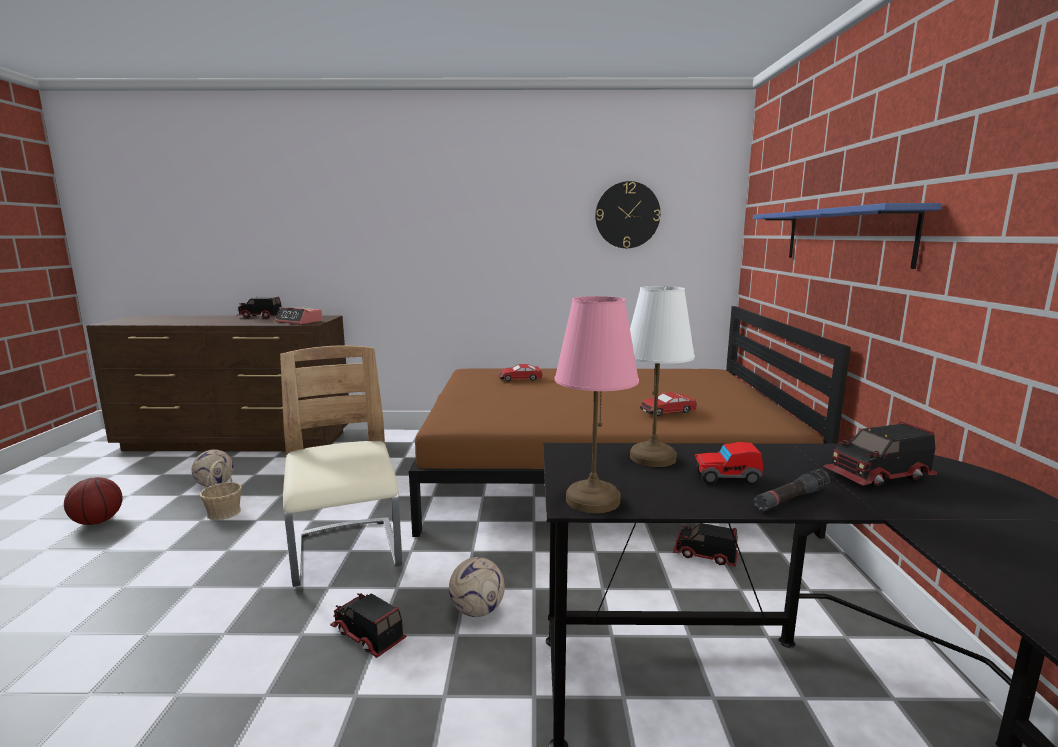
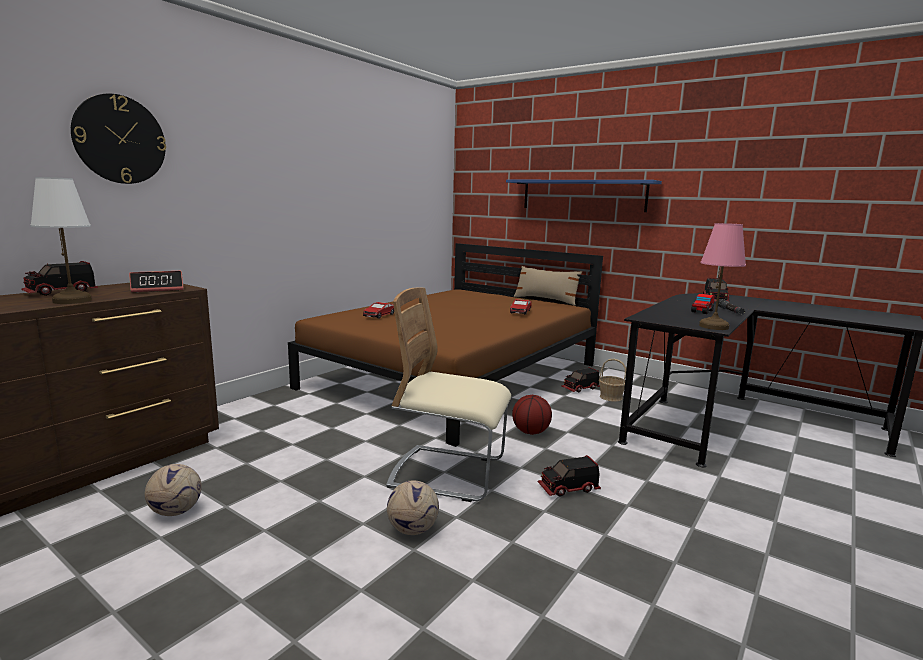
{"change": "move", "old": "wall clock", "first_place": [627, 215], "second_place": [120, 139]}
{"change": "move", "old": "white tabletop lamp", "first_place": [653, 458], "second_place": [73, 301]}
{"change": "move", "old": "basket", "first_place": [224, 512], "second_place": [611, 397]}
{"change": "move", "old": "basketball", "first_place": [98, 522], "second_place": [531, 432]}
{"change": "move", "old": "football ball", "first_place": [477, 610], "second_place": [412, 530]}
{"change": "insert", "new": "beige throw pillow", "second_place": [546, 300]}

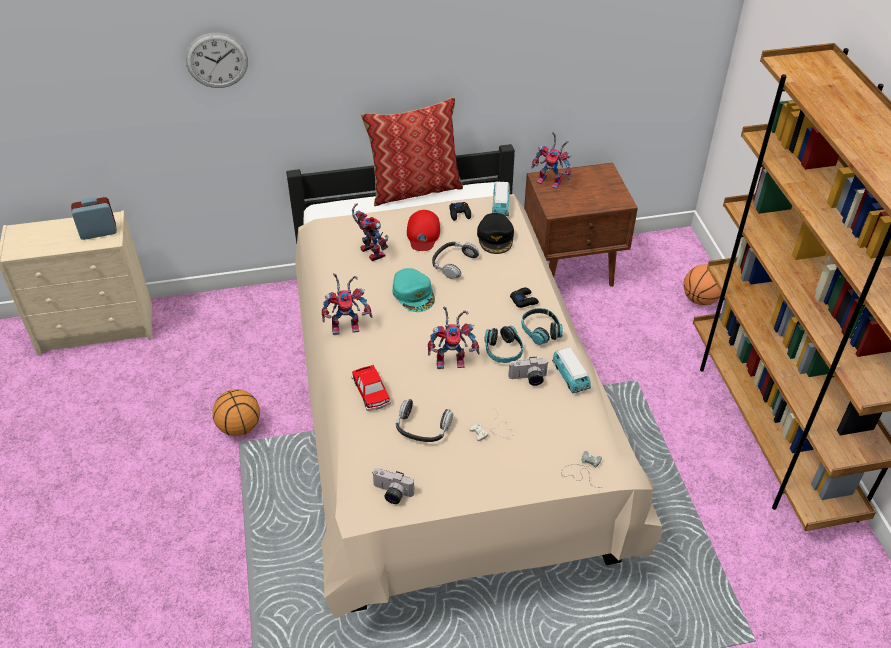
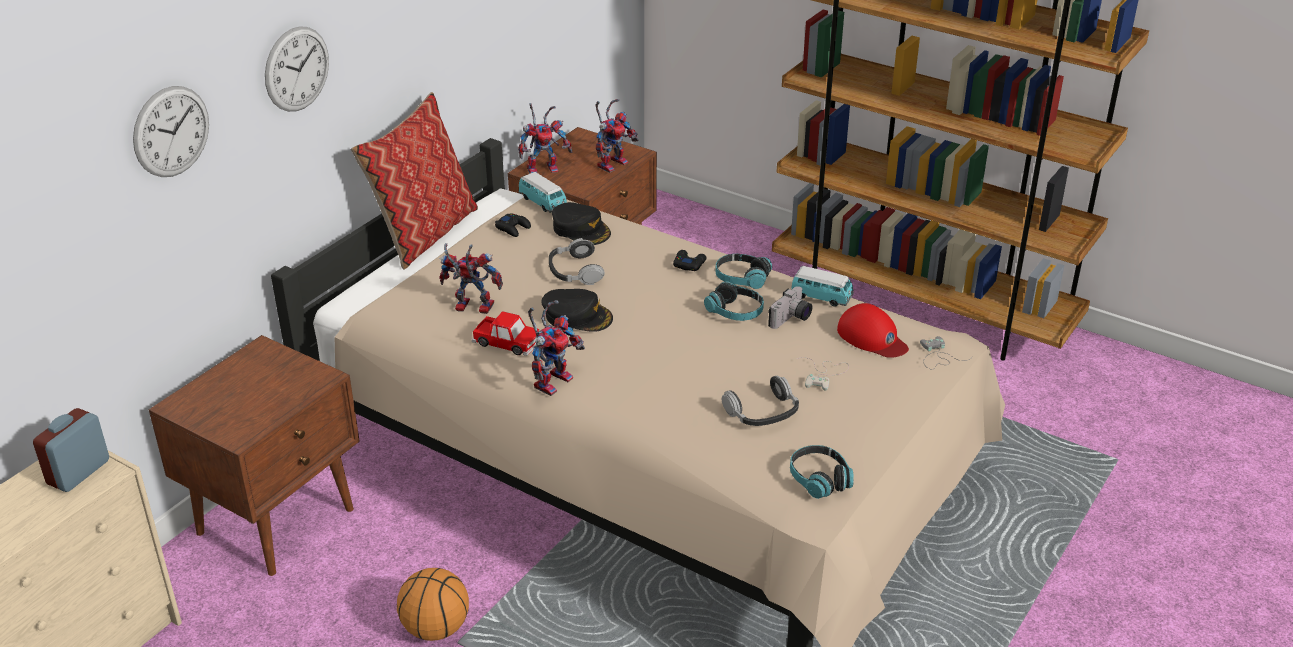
{"change": "move", "old": "red cap", "first_place": [423, 234], "second_place": [872, 338]}
{"change": "delete", "old": "basketball", "first_place": [700, 299]}
{"change": "recolor", "old": "turquoise cap", "new": "black-coloured cap", "first_place": [414, 294], "second_place": [577, 316]}
{"change": "move", "old": "robot figure", "first_place": [453, 360], "second_place": [612, 163]}
{"change": "move", "old": "toy car", "first_place": [371, 392], "second_place": [507, 342]}
{"change": "replace", "old": "photo camera", "new": "headset", "first_place": [391, 493], "second_place": [819, 479]}
{"change": "insert", "new": "wall clock", "second_place": [297, 69]}
{"change": "insert", "new": "brownish nightstand", "second_place": [278, 520]}

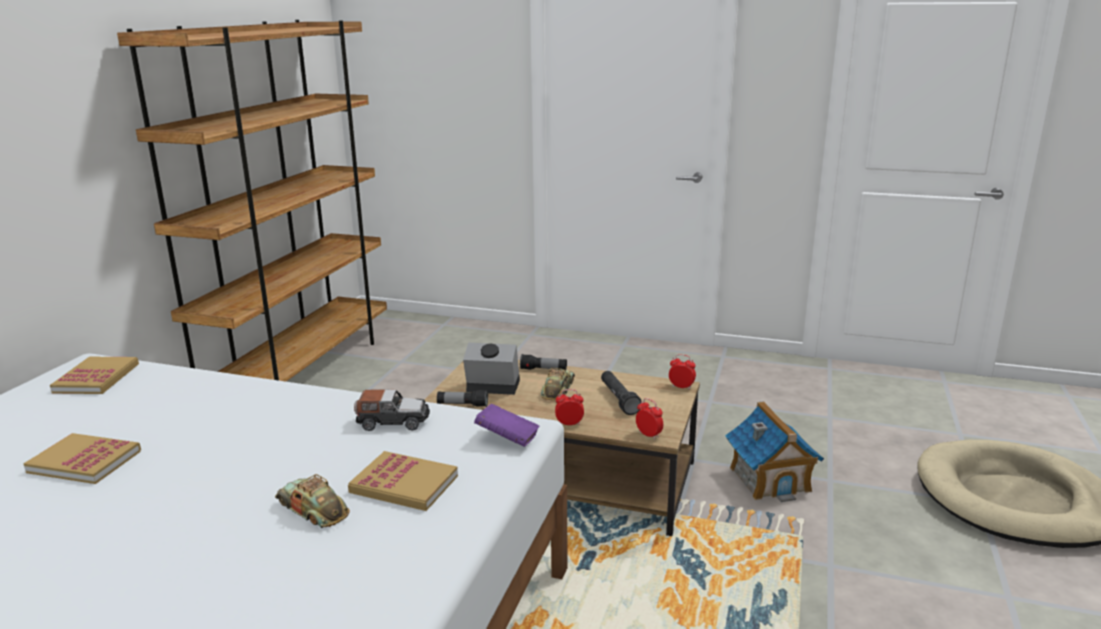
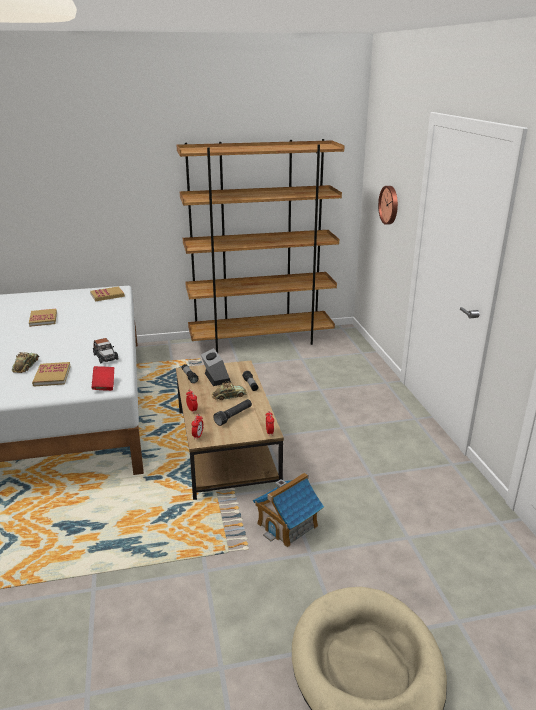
{"change": "recolor", "old": "purple-coloured volume", "new": "red volume", "first_place": [507, 439], "second_place": [104, 385]}
{"change": "insert", "new": "wall clock", "second_place": [389, 205]}

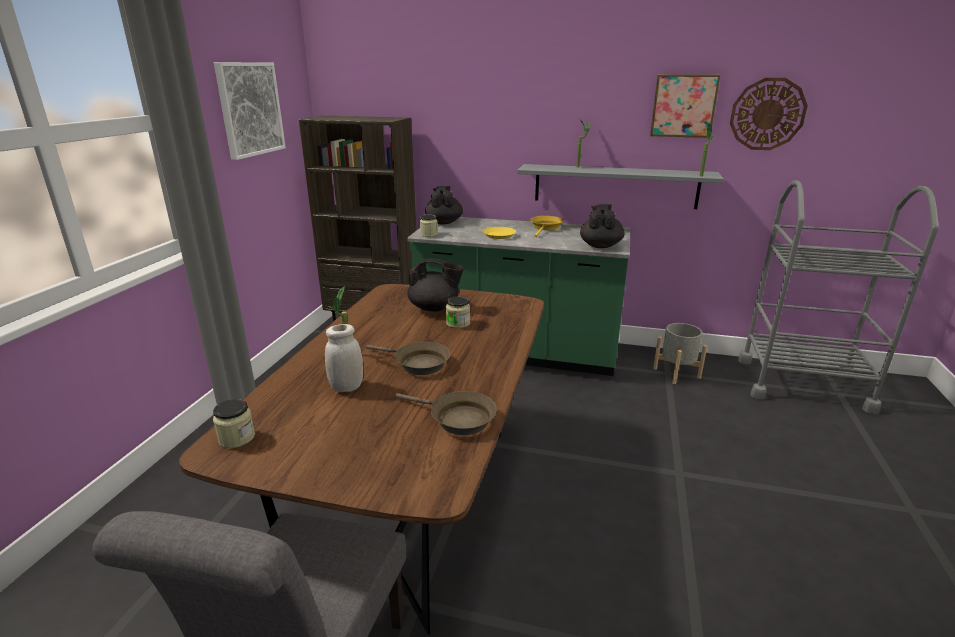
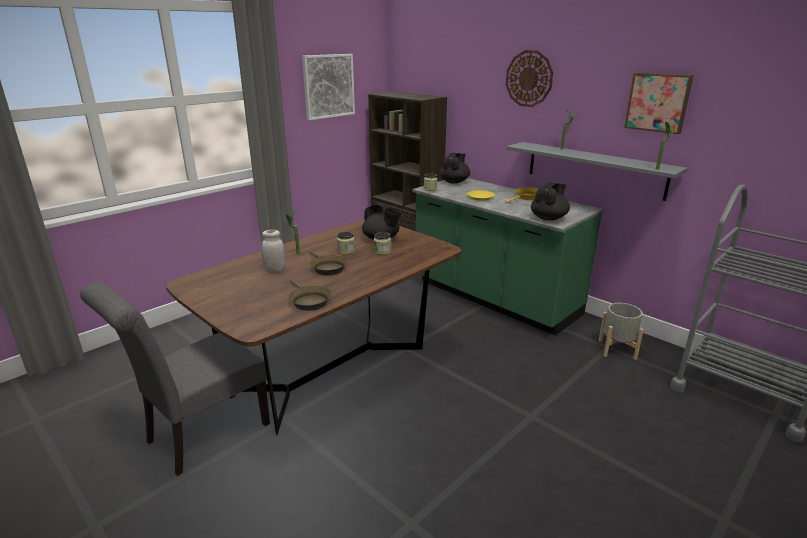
{"change": "move", "old": "wall clock", "first_place": [767, 114], "second_place": [529, 78]}
{"change": "move", "old": "preserve jar", "first_place": [237, 438], "second_place": [346, 251]}

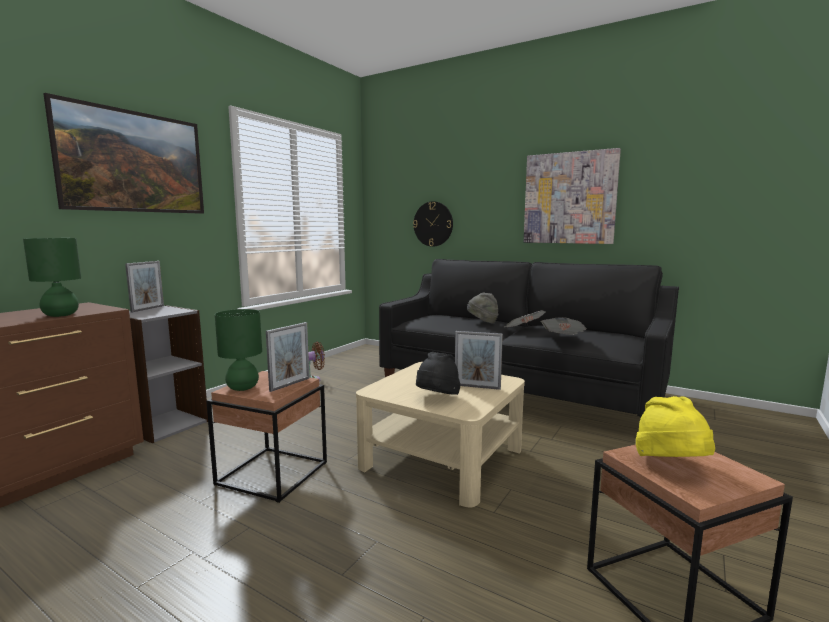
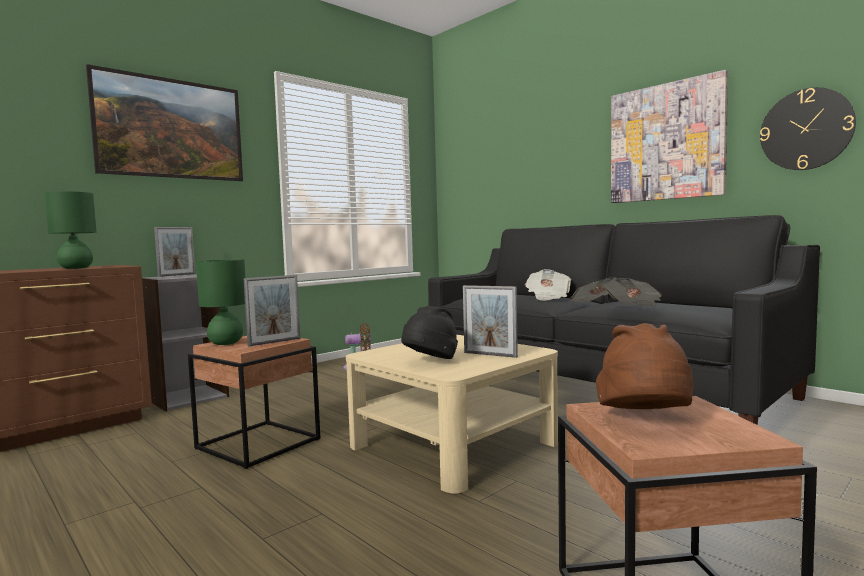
{"change": "move", "old": "wall clock", "first_place": [433, 224], "second_place": [806, 129]}
{"change": "replace", "old": "grey wearable hat", "new": "daily paper", "first_place": [482, 322], "second_place": [547, 298]}
{"change": "recolor", "old": "yellow wearable hat", "new": "brownish wearable hat", "first_place": [671, 465], "second_place": [645, 420]}

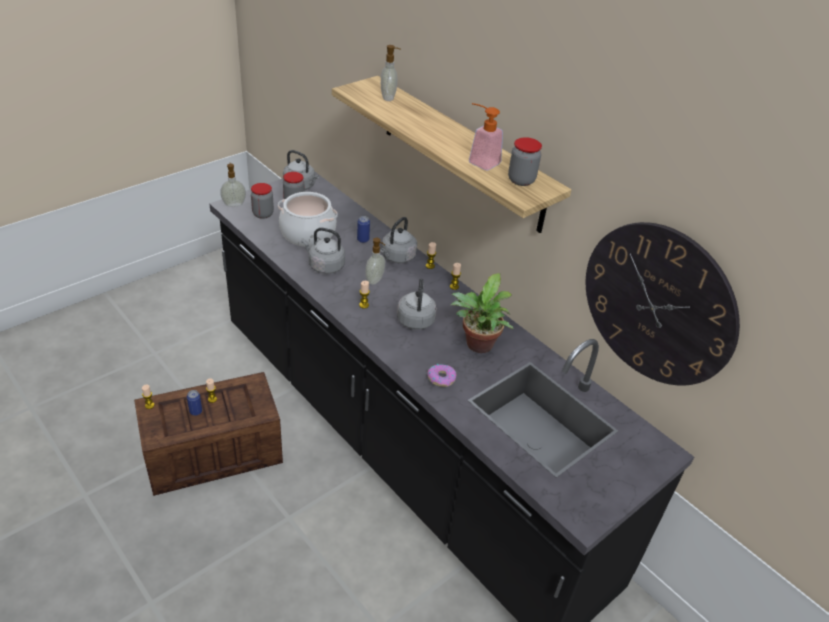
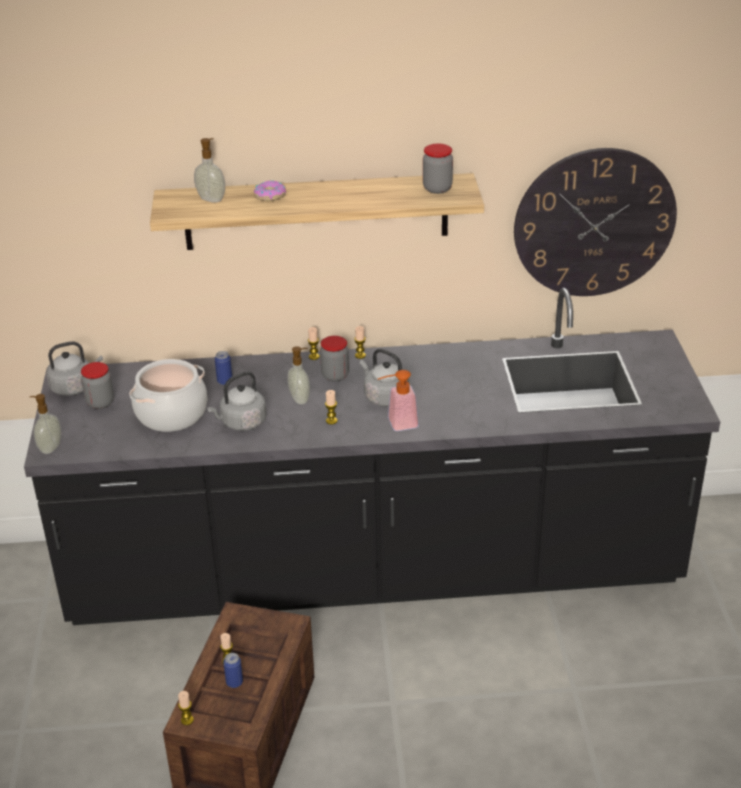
{"change": "move", "old": "liquid soap bottle", "first_place": [480, 161], "second_place": [397, 424]}
{"change": "move", "old": "preserve jar", "first_place": [263, 214], "second_place": [335, 375]}
{"change": "delete", "old": "grey tea kettle", "first_place": [397, 257]}
{"change": "delete", "old": "houseplant", "first_place": [477, 346]}
{"change": "move", "old": "doughnut", "first_place": [441, 378], "second_place": [270, 195]}

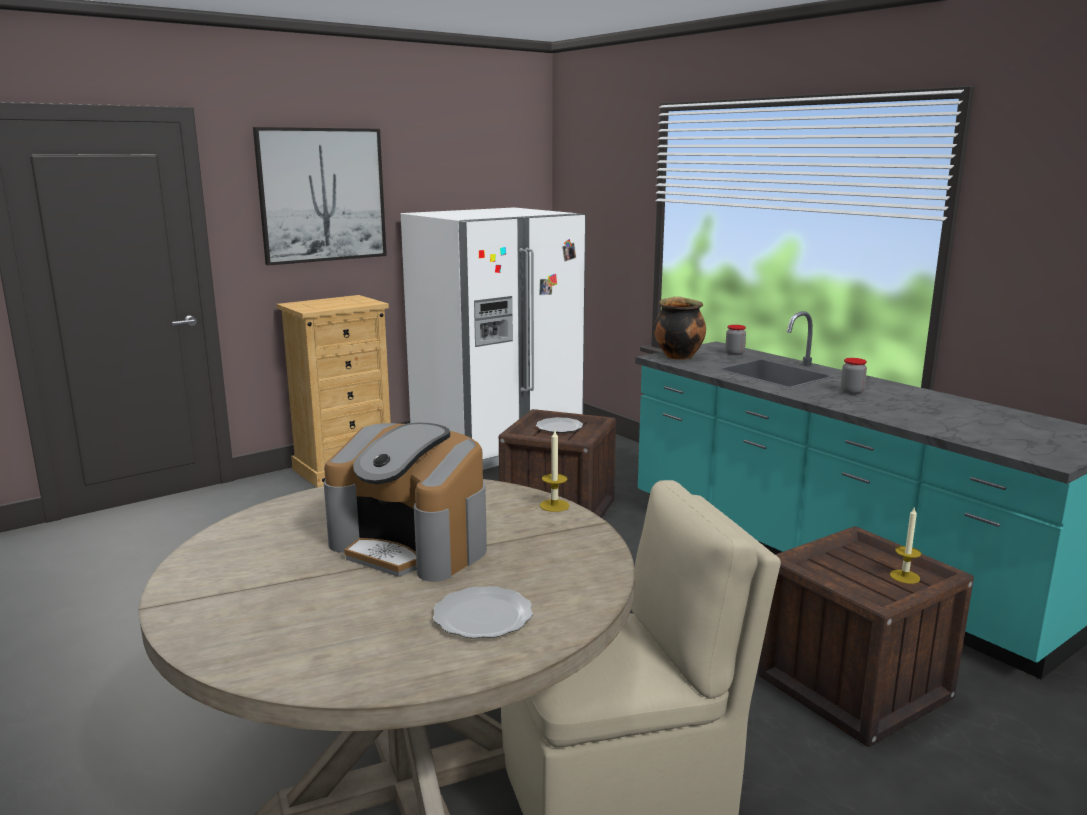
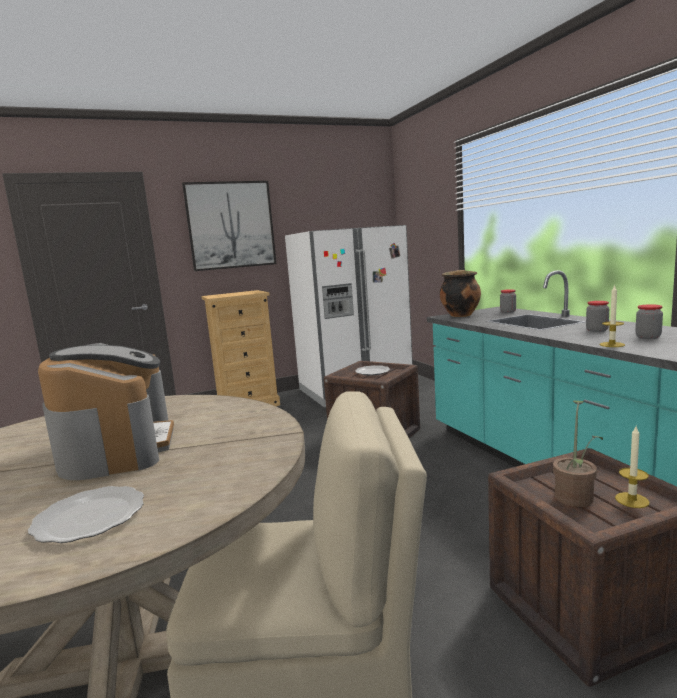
{"change": "rotate", "old": "coffee machine", "first_place": [412, 546], "second_place": [118, 447], "degrees": -150}
{"change": "move", "old": "wax light", "first_place": [554, 505], "second_place": [612, 344]}
{"change": "insert", "new": "preserve jar", "second_place": [648, 337]}
{"change": "insert", "new": "houseplant", "second_place": [575, 495]}

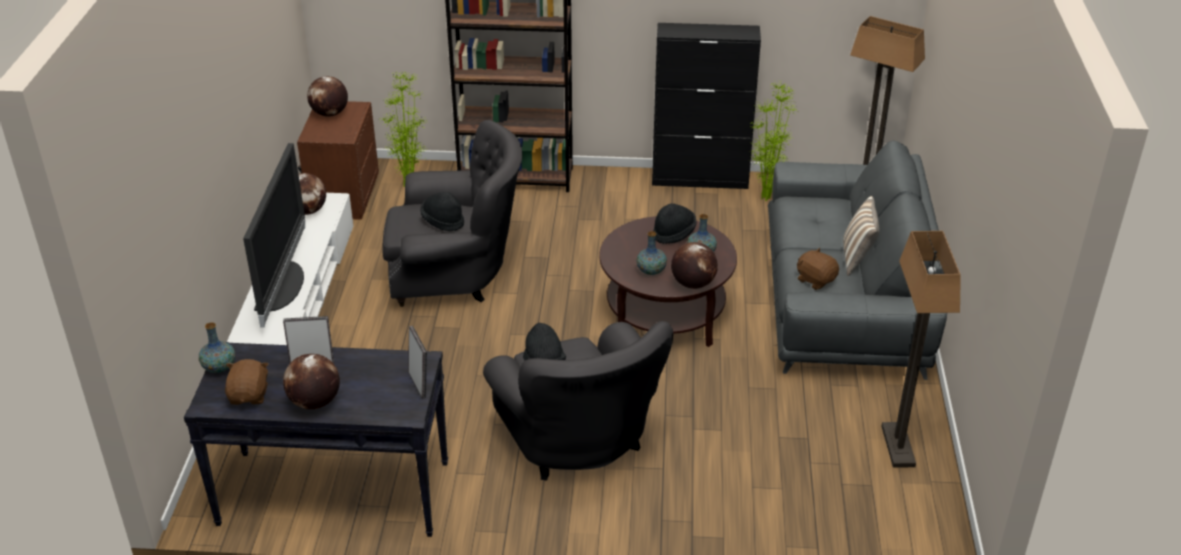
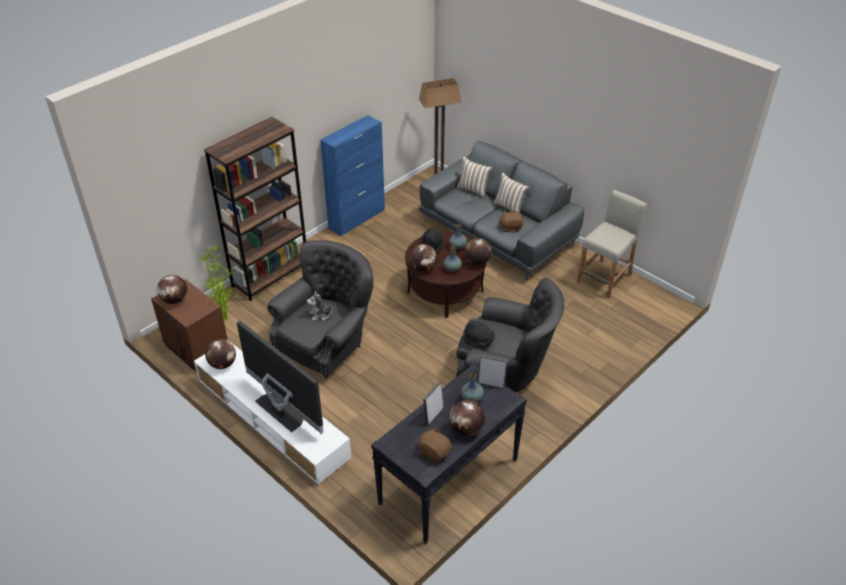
{"change": "recolor", "old": "black-coloured storage cabinet", "new": "blue storage cabinet", "first_place": [700, 179], "second_place": [357, 218]}
{"change": "delete", "old": "houseplant", "first_place": [767, 198]}
{"change": "replace", "old": "black-coloured wearable hat", "new": "plush toy", "first_place": [443, 221], "second_place": [321, 314]}
{"change": "replace", "old": "standard lamp", "new": "beige stool seat", "first_place": [898, 446], "second_place": [604, 278]}
{"change": "move", "old": "vase", "first_place": [219, 368], "second_place": [472, 398]}
{"change": "insert", "new": "throw pillow", "second_place": [474, 189]}
{"change": "insert", "new": "globe", "second_place": [423, 268]}

